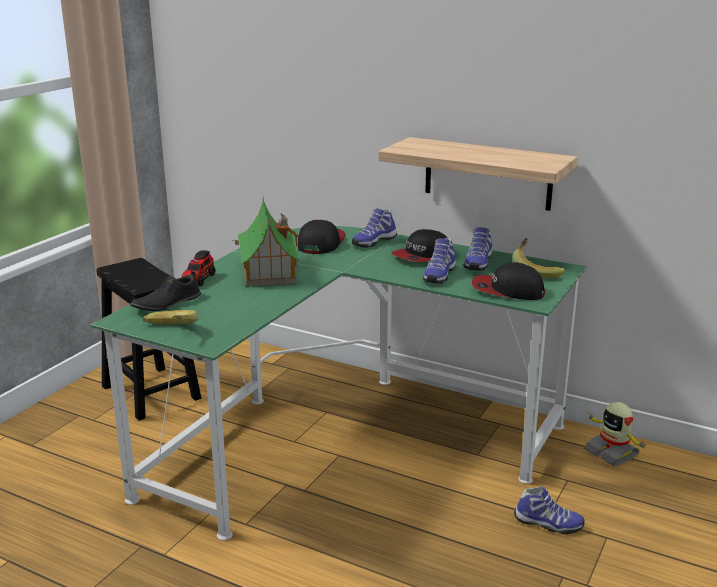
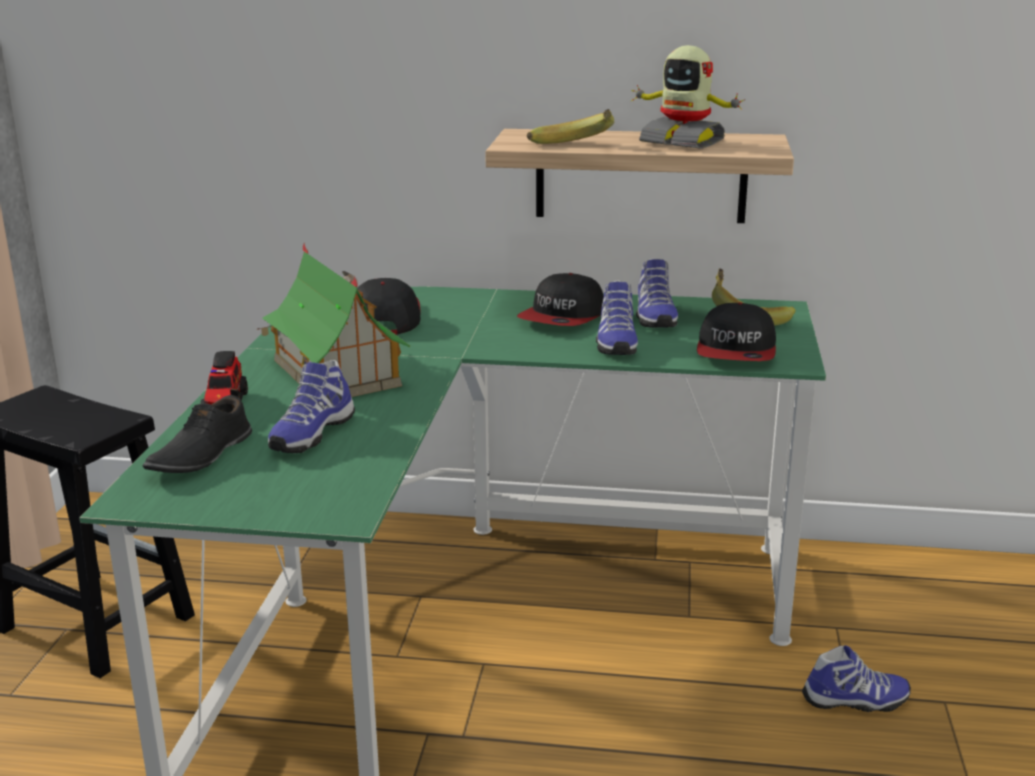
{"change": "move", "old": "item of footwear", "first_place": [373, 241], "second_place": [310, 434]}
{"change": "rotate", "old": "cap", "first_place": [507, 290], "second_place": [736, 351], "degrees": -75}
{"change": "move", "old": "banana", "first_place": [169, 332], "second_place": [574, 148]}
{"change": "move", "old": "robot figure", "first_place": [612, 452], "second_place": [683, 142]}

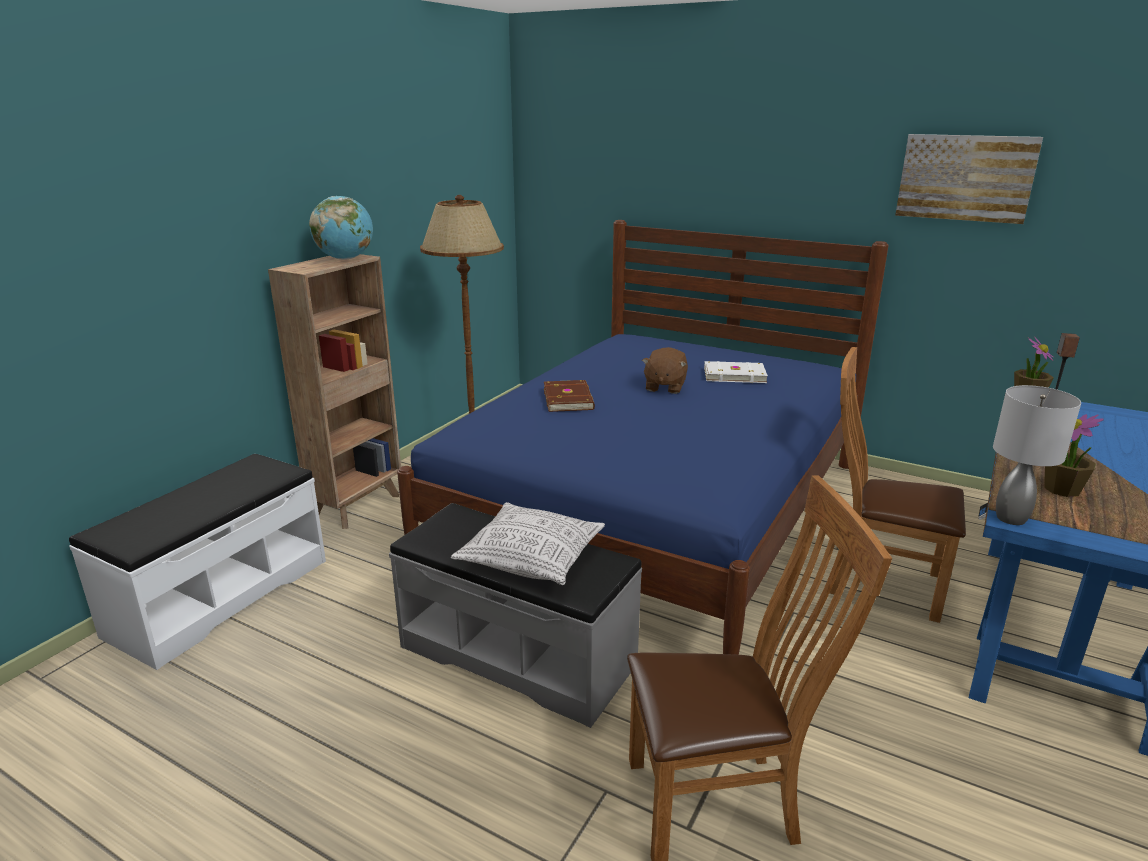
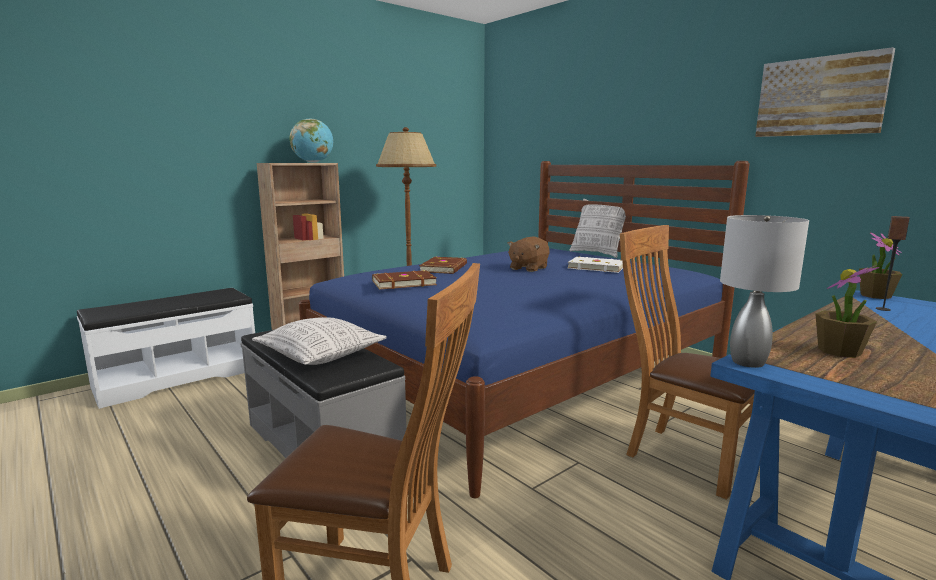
{"change": "insert", "new": "throw pillow", "second_place": [597, 253]}
{"change": "insert", "new": "brownish volume", "second_place": [403, 283]}

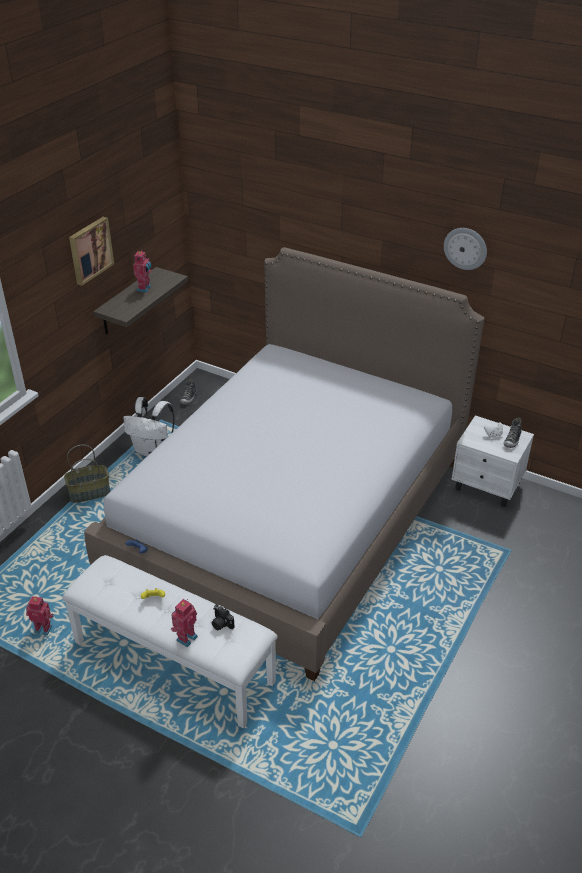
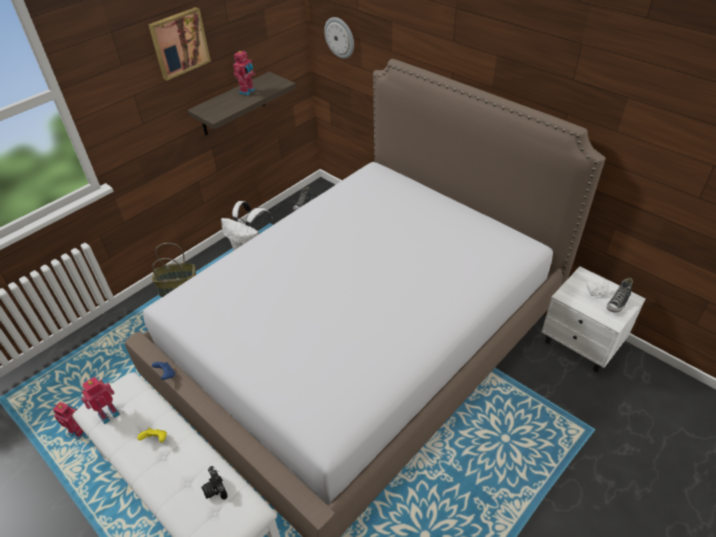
{"change": "move", "old": "wall clock", "first_place": [465, 248], "second_place": [340, 37]}
{"change": "move", "old": "robot figure", "first_place": [185, 637], "second_place": [108, 413]}

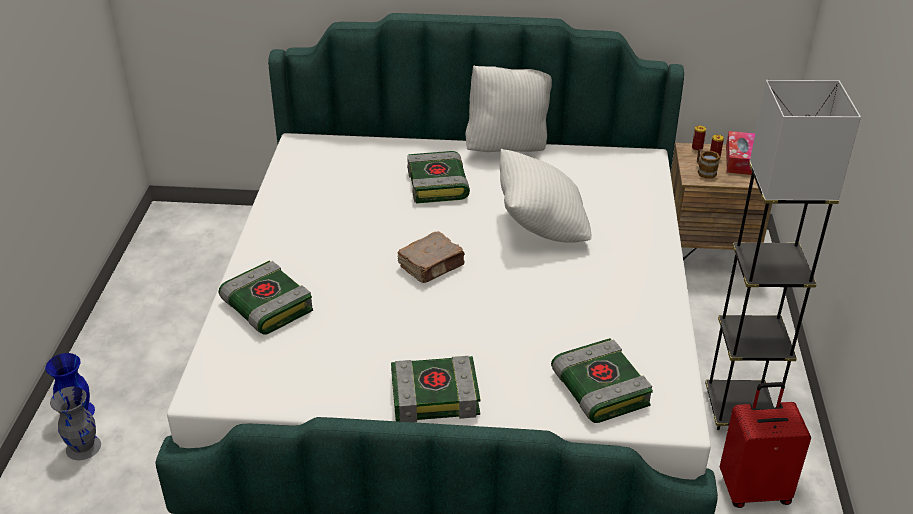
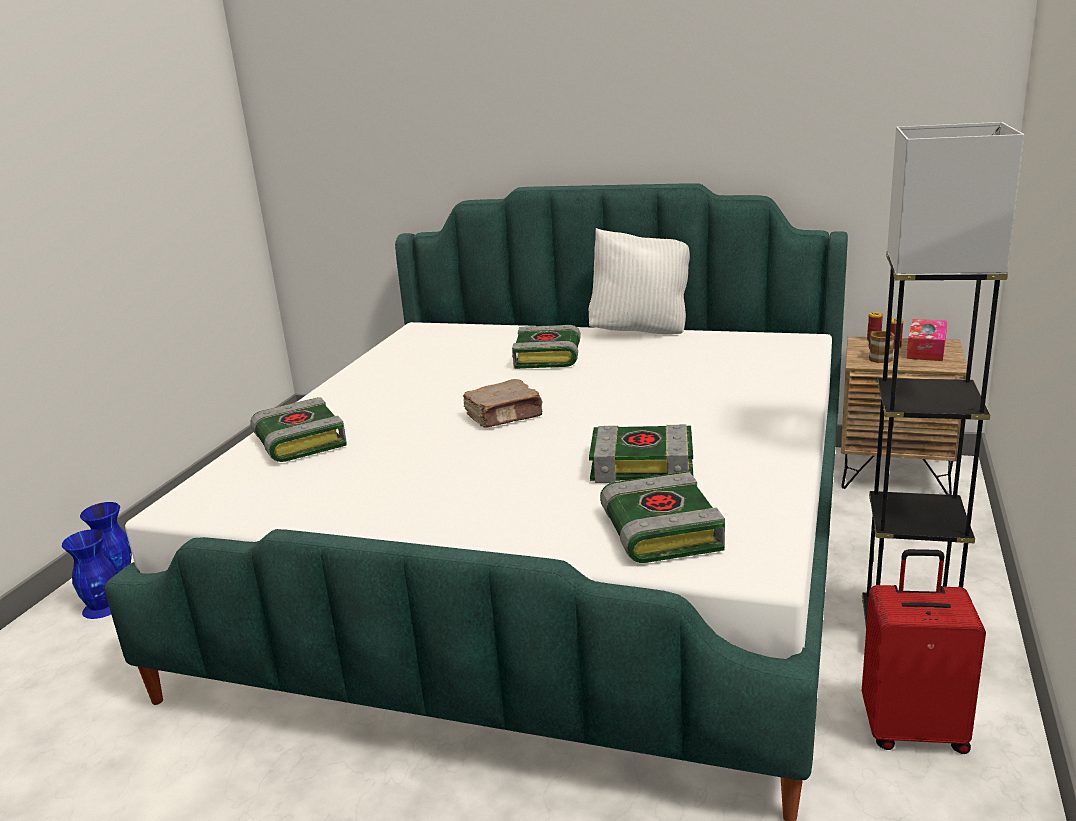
{"change": "delete", "old": "white throw pillow", "first_place": [541, 227]}
{"change": "move", "old": "volume", "first_place": [436, 395], "second_place": [644, 464]}
{"change": "recolor", "old": "grey vase", "new": "blue vase", "first_place": [84, 447], "second_place": [103, 607]}

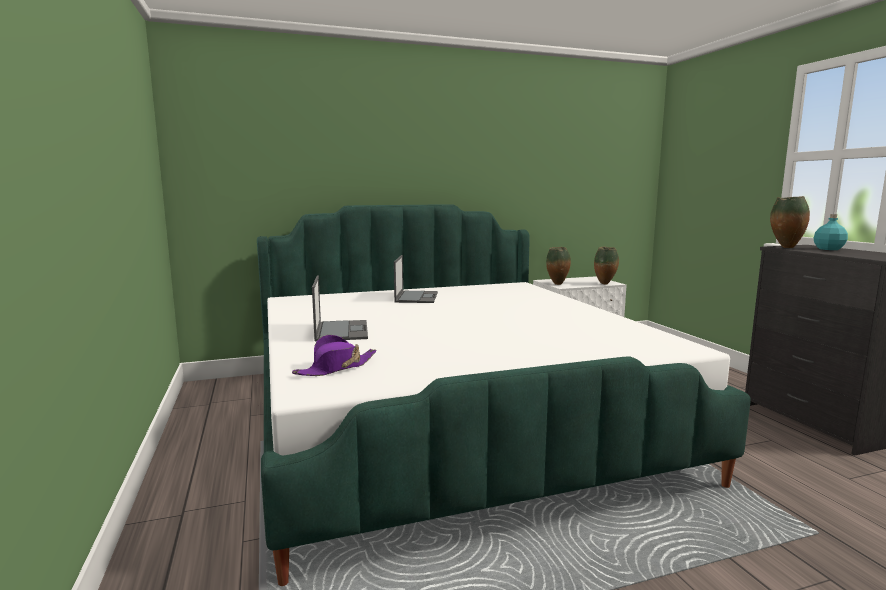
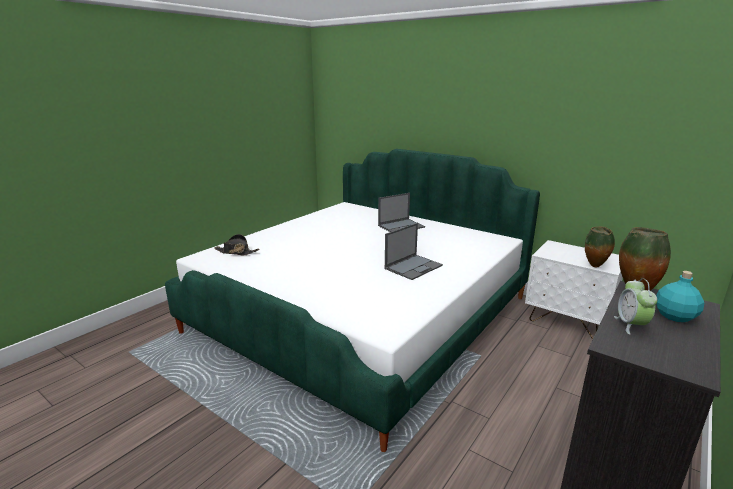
{"change": "delete", "old": "vase", "first_place": [557, 284]}
{"change": "move", "old": "laptop", "first_place": [341, 330], "second_place": [413, 267]}
{"change": "recolor", "old": "purple-coloured wearable hat", "new": "black-coloured wearable hat", "first_place": [336, 368], "second_place": [236, 252]}
{"change": "insert", "new": "alarm clock", "second_place": [631, 325]}

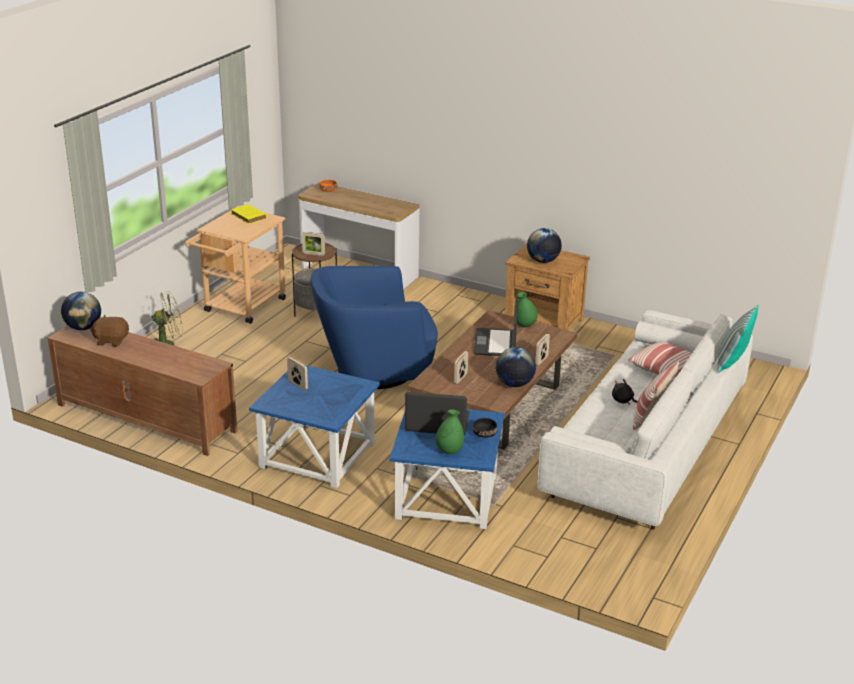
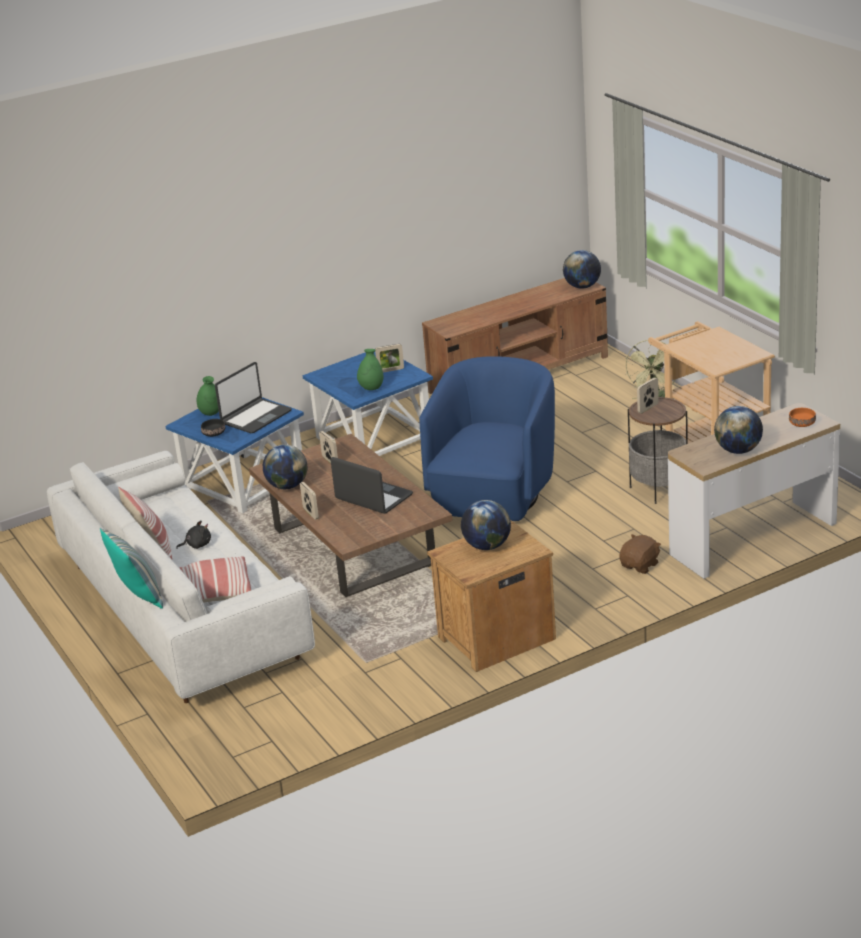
{"change": "delete", "old": "yellow volume", "first_place": [249, 216]}
{"change": "move", "old": "green vase", "first_place": [525, 325], "second_place": [371, 388]}
{"change": "move", "old": "brownish plush toy", "first_place": [111, 341], "second_place": [640, 565]}
{"change": "insert", "new": "globe", "second_place": [738, 450]}

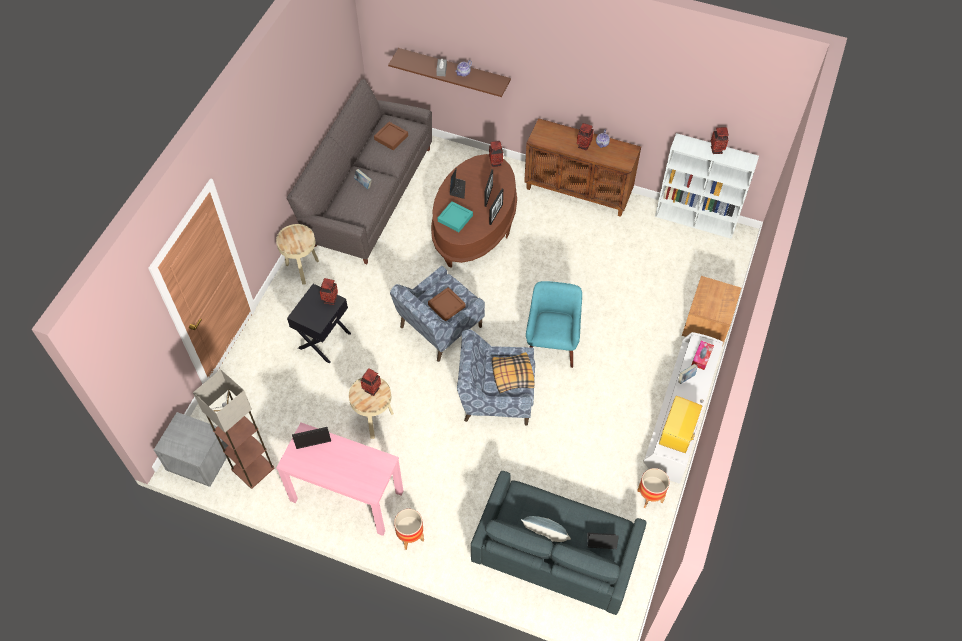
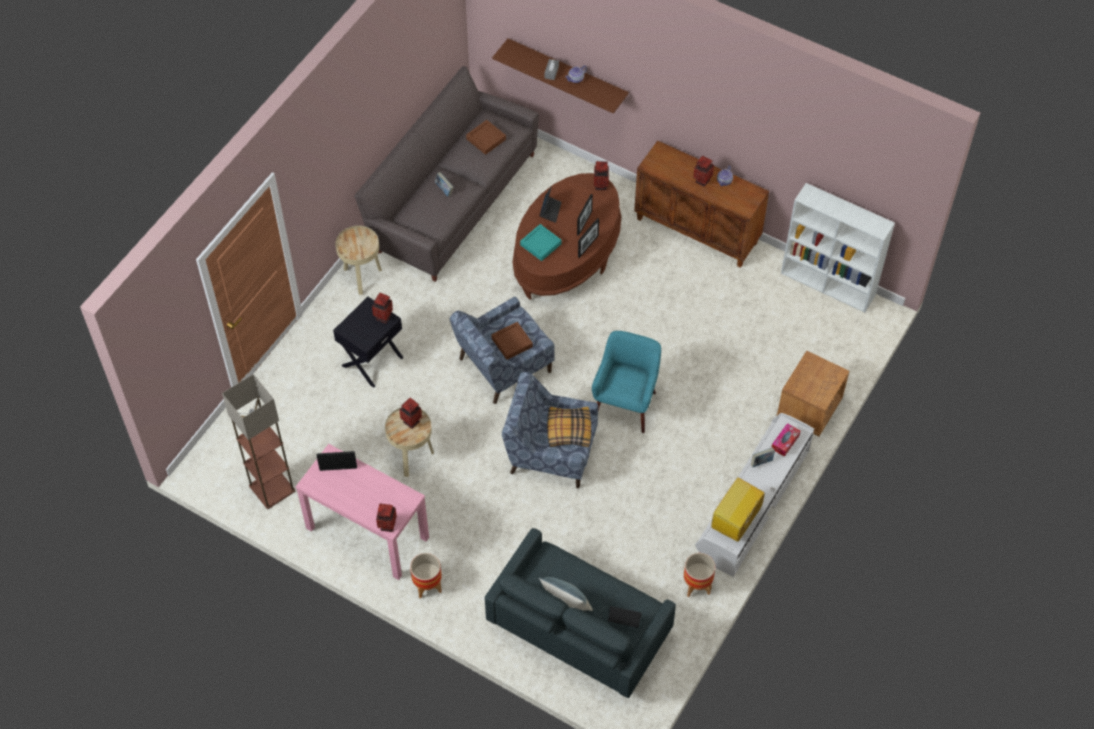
{"change": "move", "old": "vase", "first_place": [716, 150], "second_place": [387, 526]}
{"change": "delete", "old": "grey nightstand", "first_place": [199, 461]}

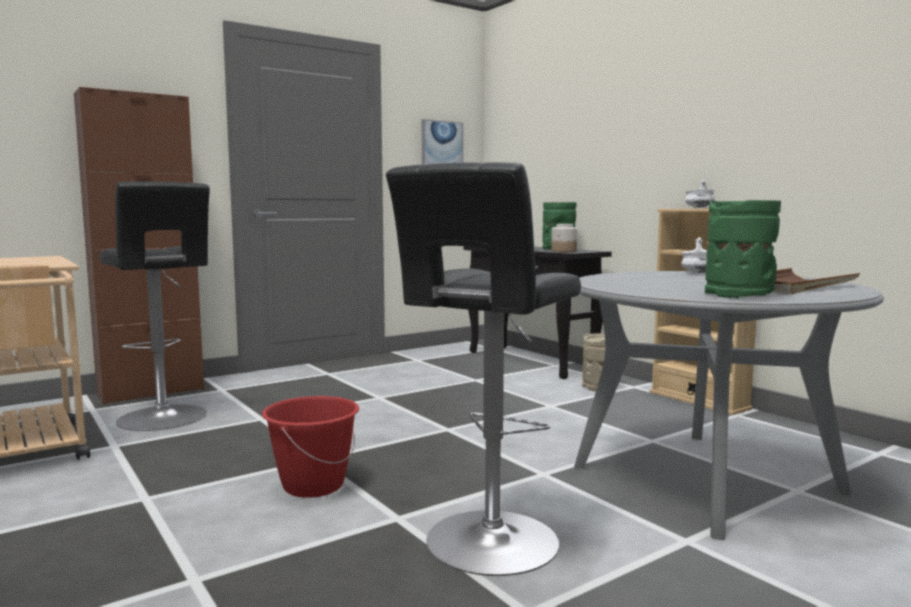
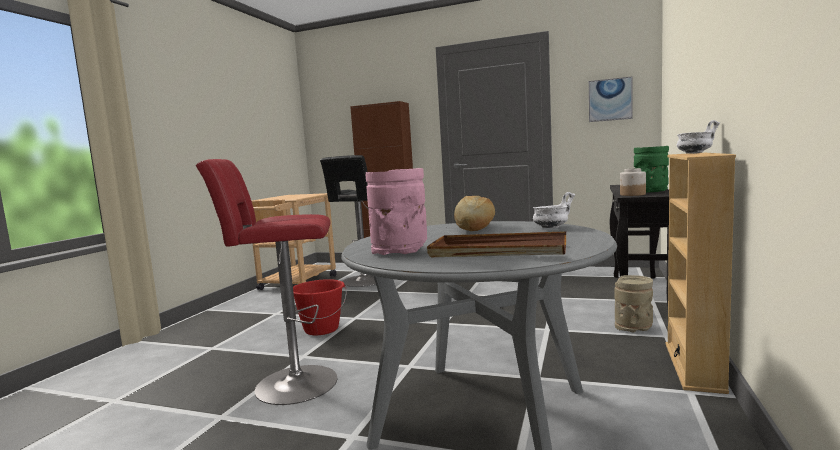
{"change": "recolor", "old": "black-coloured stool seat", "new": "red stool seat", "first_place": [488, 545], "second_place": [290, 384]}
{"change": "recolor", "old": "green vase", "new": "pink vase", "first_place": [740, 294], "second_place": [400, 251]}
{"change": "insert", "new": "baked bread", "second_place": [474, 227]}

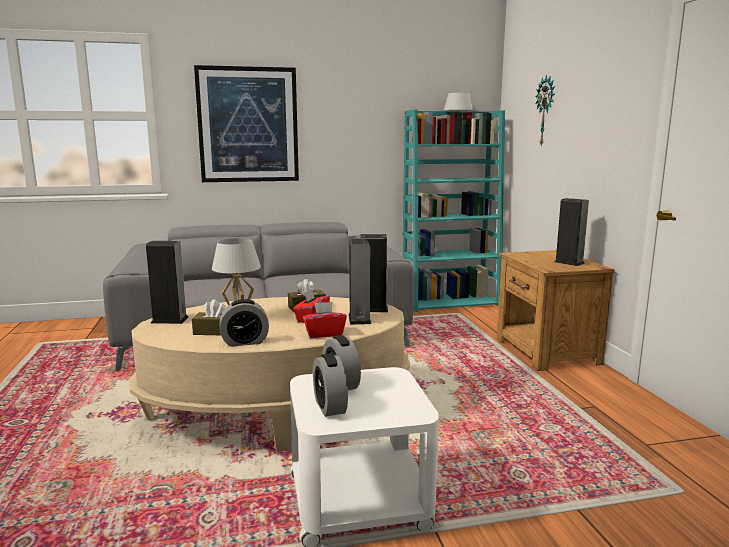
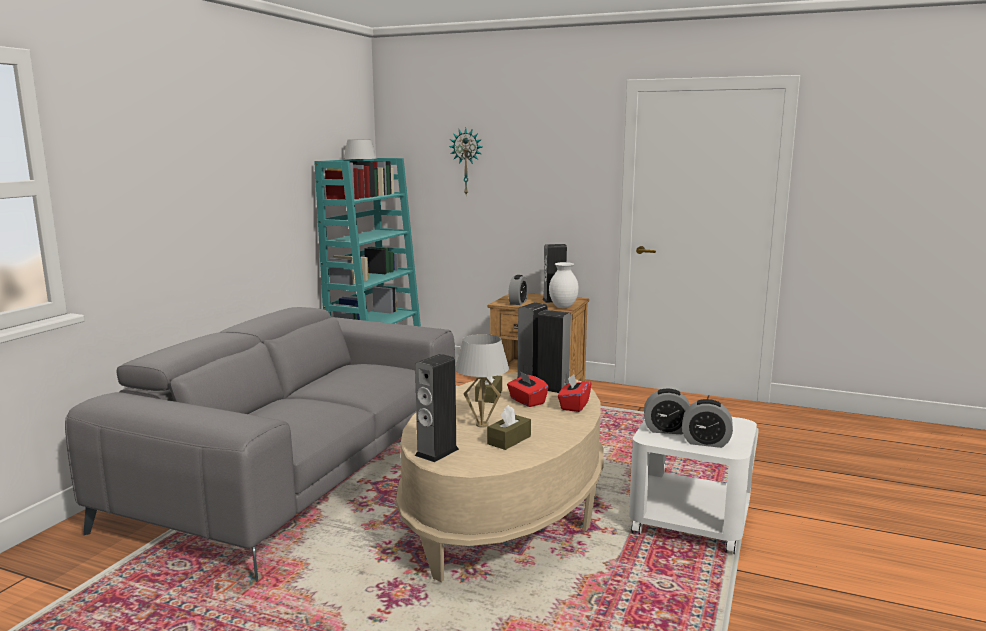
{"change": "delete", "old": "wall picture", "first_place": [248, 125]}
{"change": "move", "old": "alarm clock", "first_place": [245, 342], "second_place": [518, 302]}
{"change": "insert", "new": "white vase", "second_place": [563, 307]}

